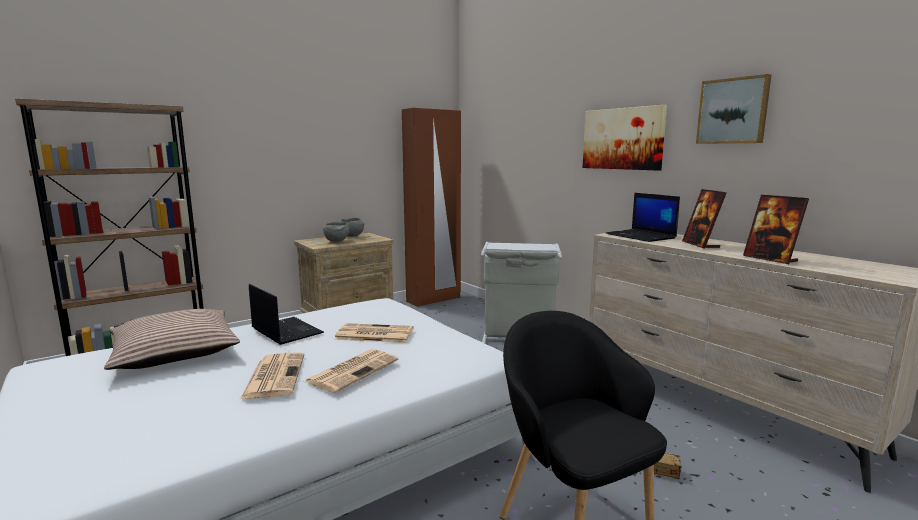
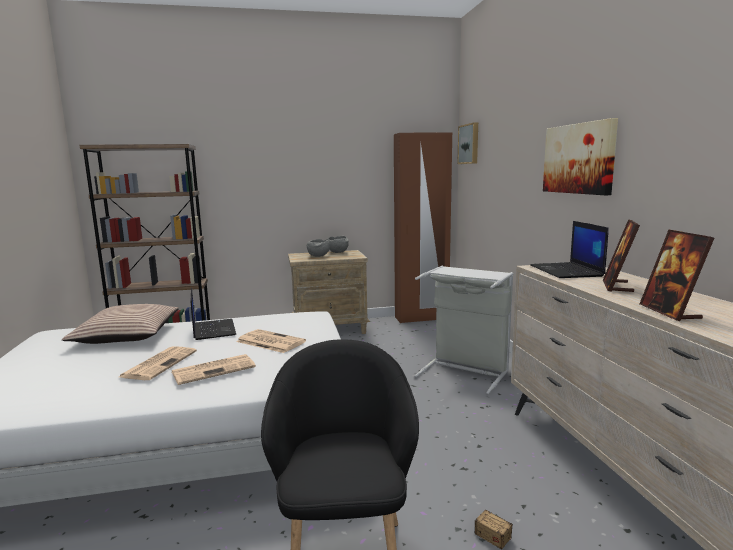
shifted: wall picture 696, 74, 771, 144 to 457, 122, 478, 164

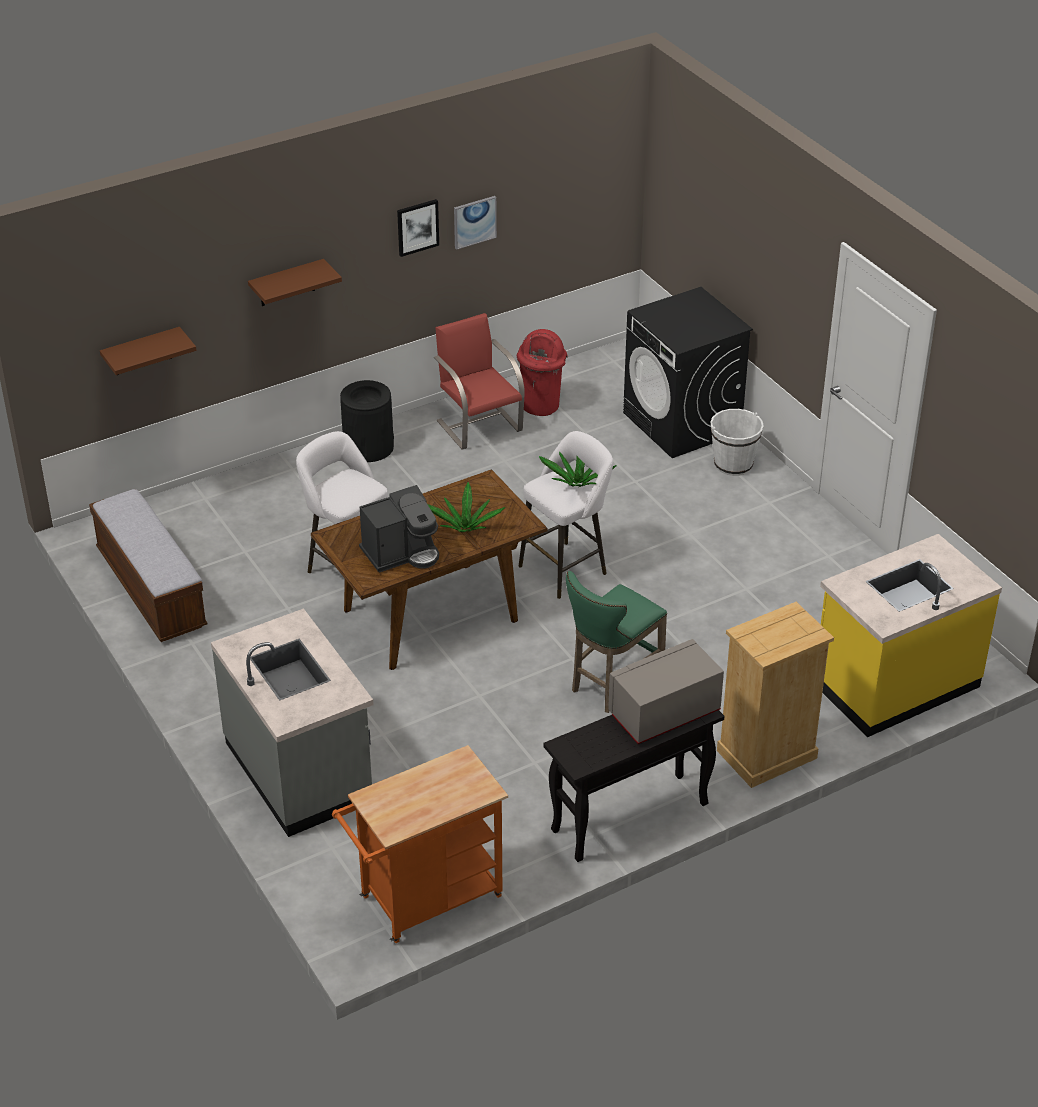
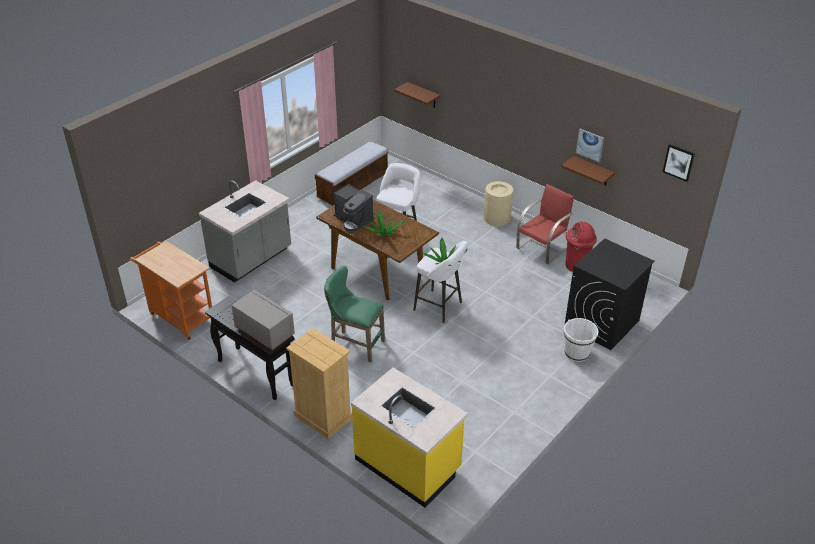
shifted: shelf (brownish) 248, 259, 342, 306 to 561, 156, 615, 186; wall picture 397, 199, 439, 257 to 663, 144, 695, 182
repainted: waste bin (black-coloured) 340, 380, 394, 462 to waste bin (sand-coloured) 483, 181, 513, 226

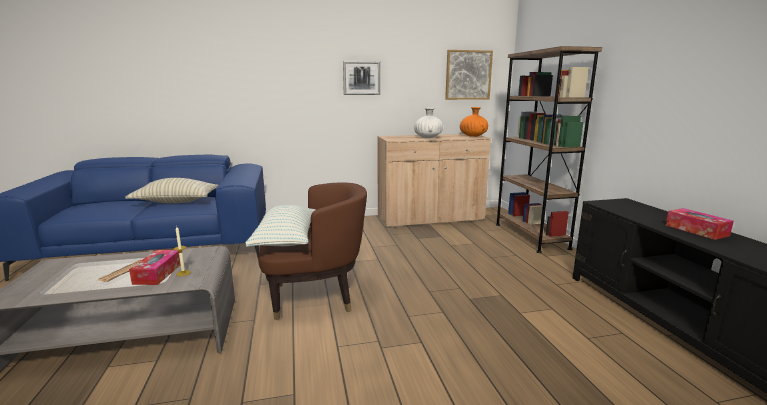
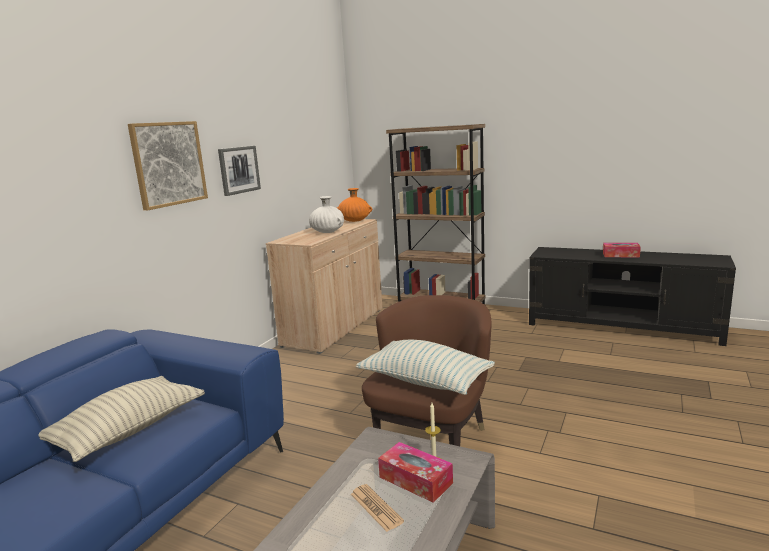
shifted: wall picture 445, 50, 493, 100 to 128, 121, 208, 211

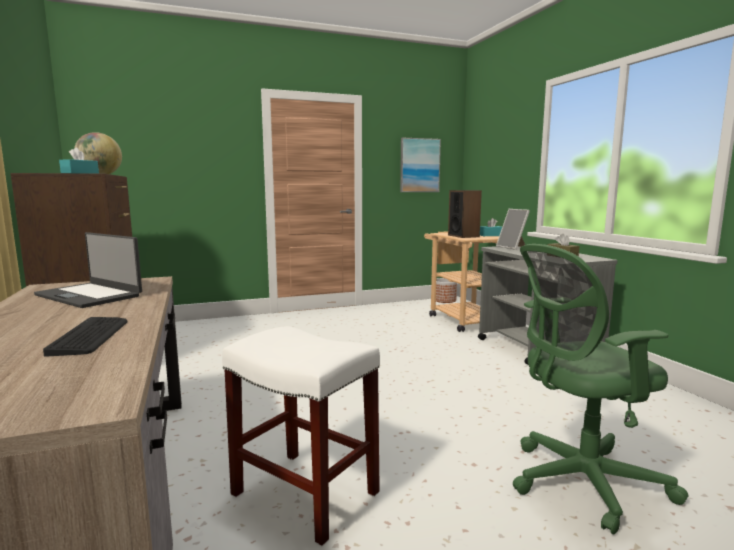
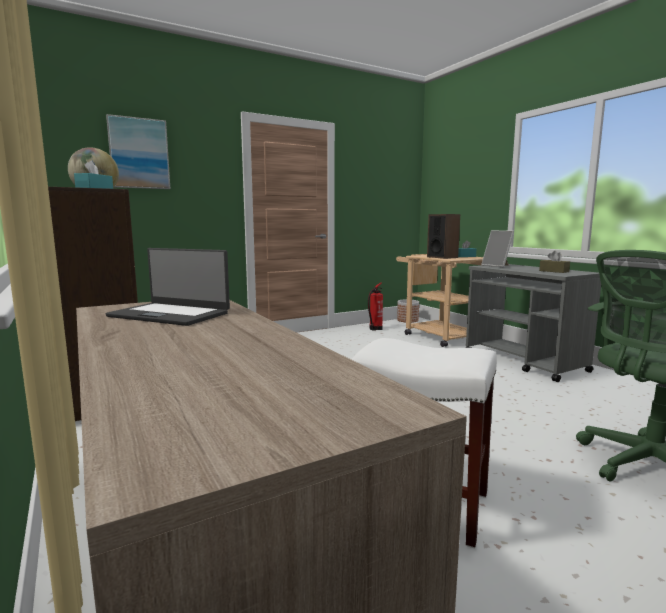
gone: keyboard 43, 317, 127, 357
new: fire extinguisher 368, 283, 383, 331
shifted: wall picture 400, 138, 441, 192 to 106, 114, 171, 189

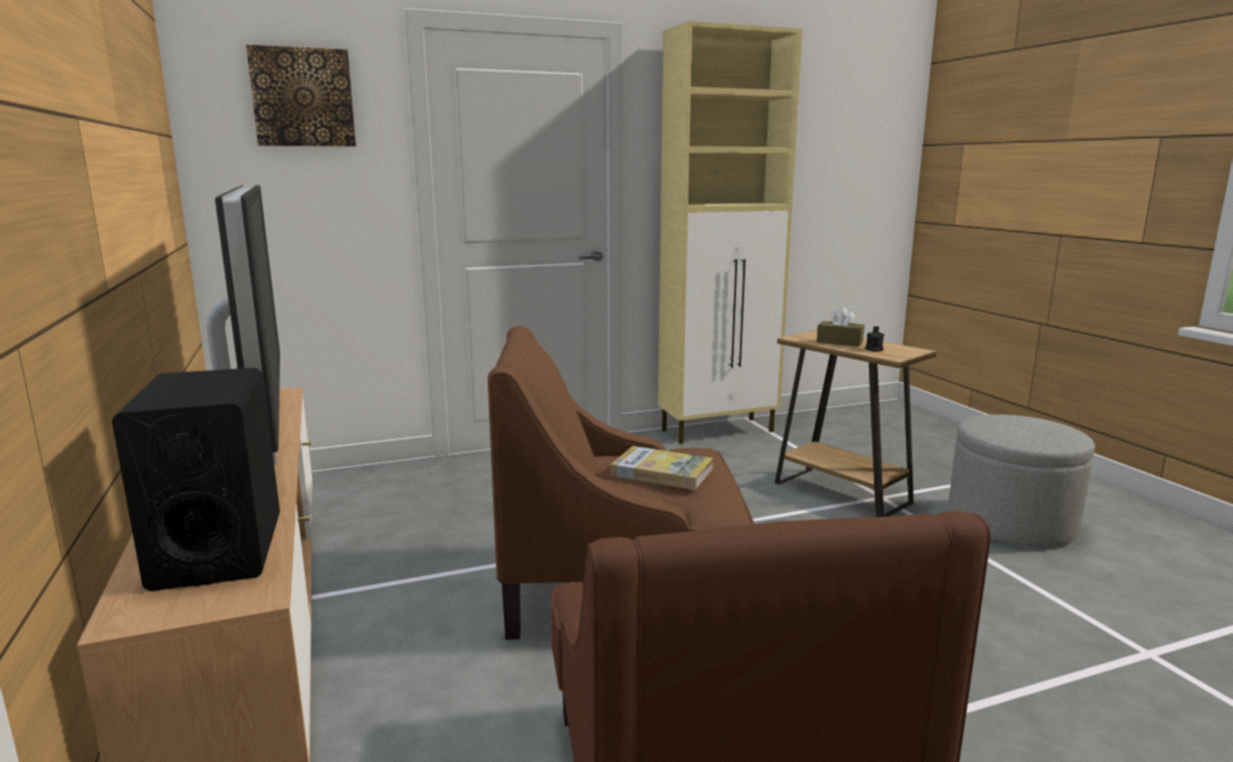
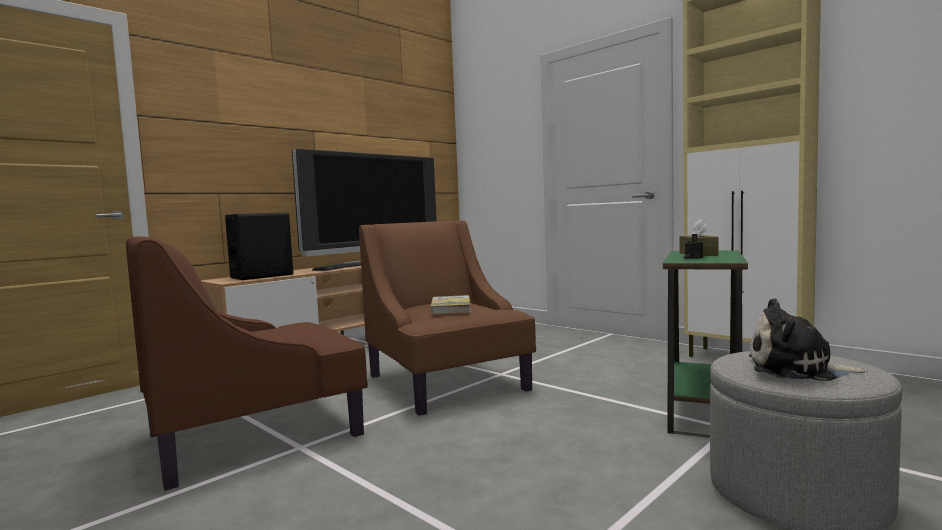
gone: wall picture 246, 45, 356, 146
new: cuddly toy 749, 298, 868, 381
repainted: side table (brownish) 775, 330, 937, 517 to side table (green-coloured) 663, 250, 748, 438

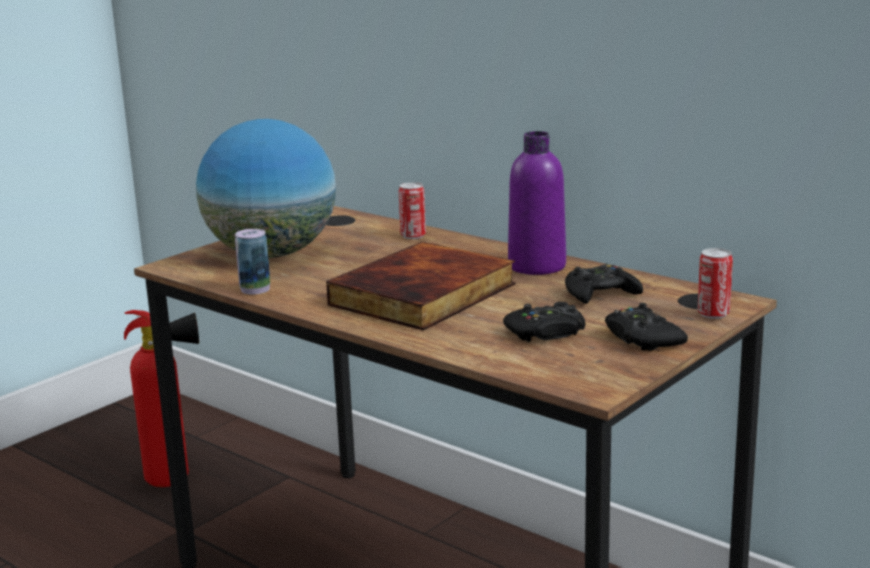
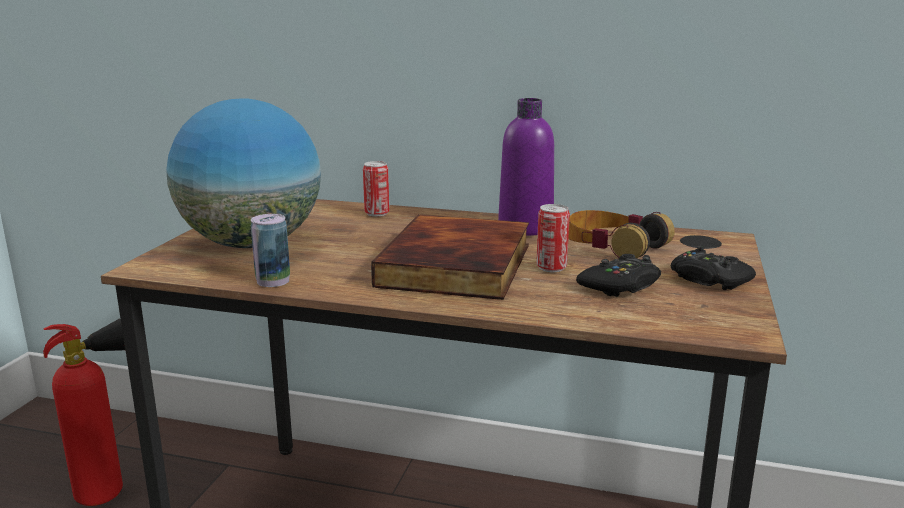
shifted: metal can 698, 248, 733, 319 to 536, 204, 570, 272
swapped: game controller (black-coloured) 565, 264, 643, 304 to headphones 568, 210, 675, 258

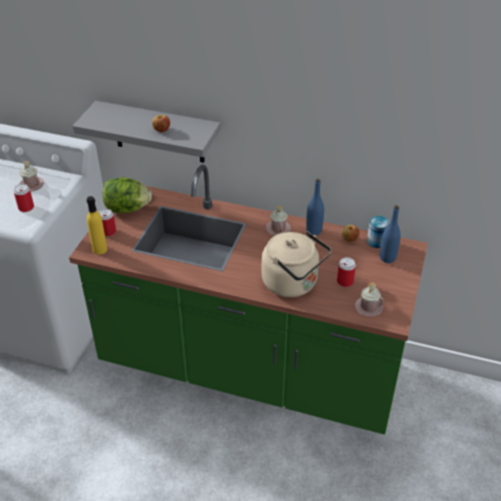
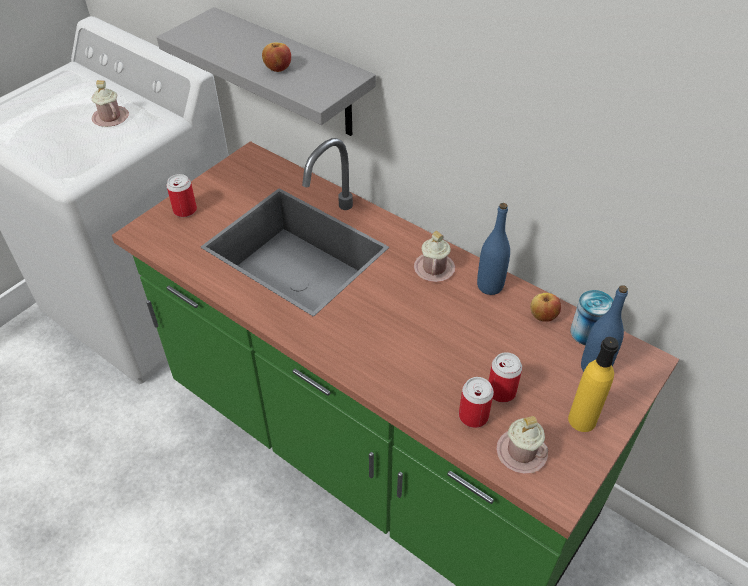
gone: lettuce head 103, 177, 152, 213; tea kettle (sand-coloured) 261, 231, 332, 297
shifted: metal can 14, 184, 34, 212 to 459, 377, 494, 428; beverage bottle (yellow-coloured) 87, 196, 107, 255 to 568, 337, 619, 432

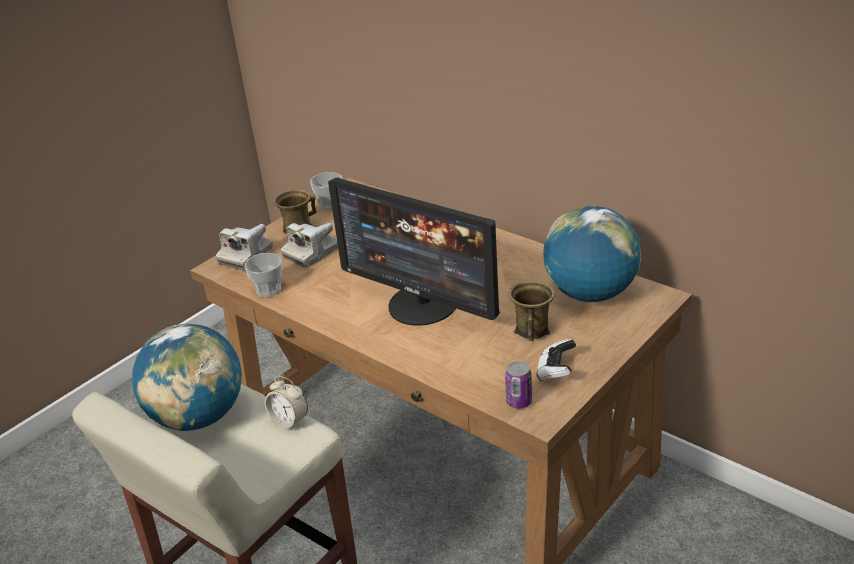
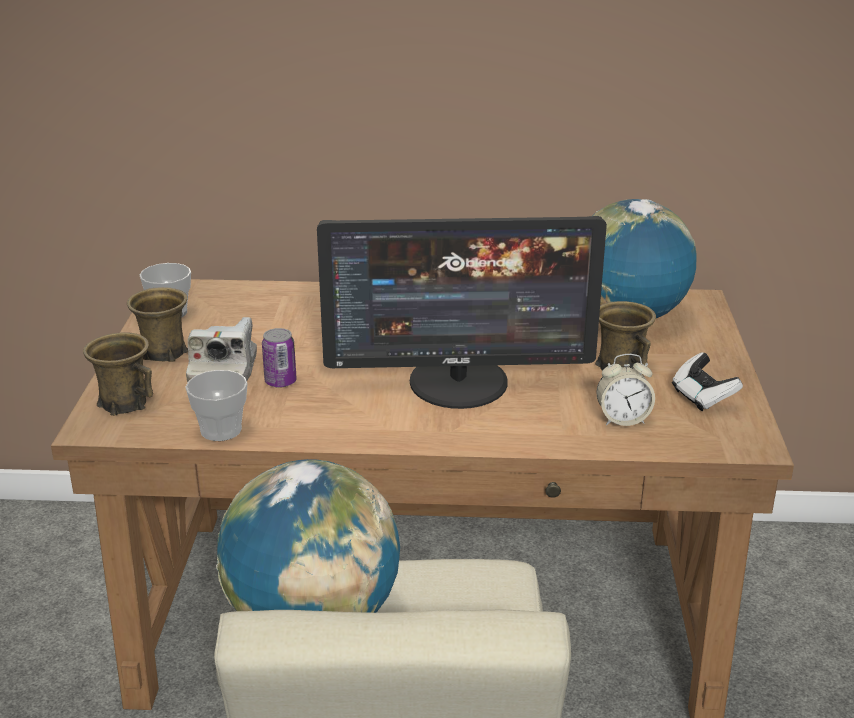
shifted: metal can 505, 361, 532, 409 to 262, 328, 297, 388; table clock 265, 376, 308, 430 to 597, 354, 655, 426
swapped: still camera 216, 224, 273, 270 to coffee mug (brownish) 83, 332, 153, 416

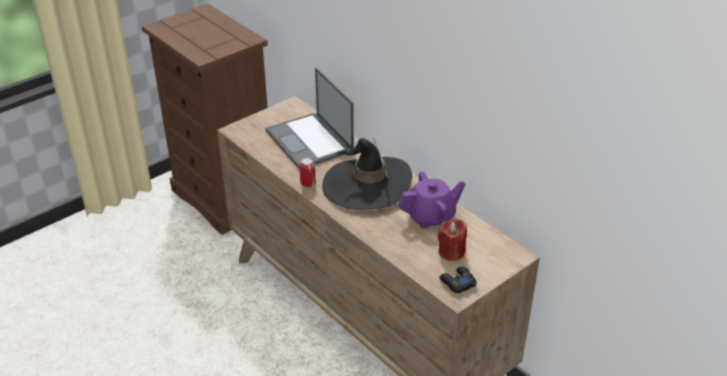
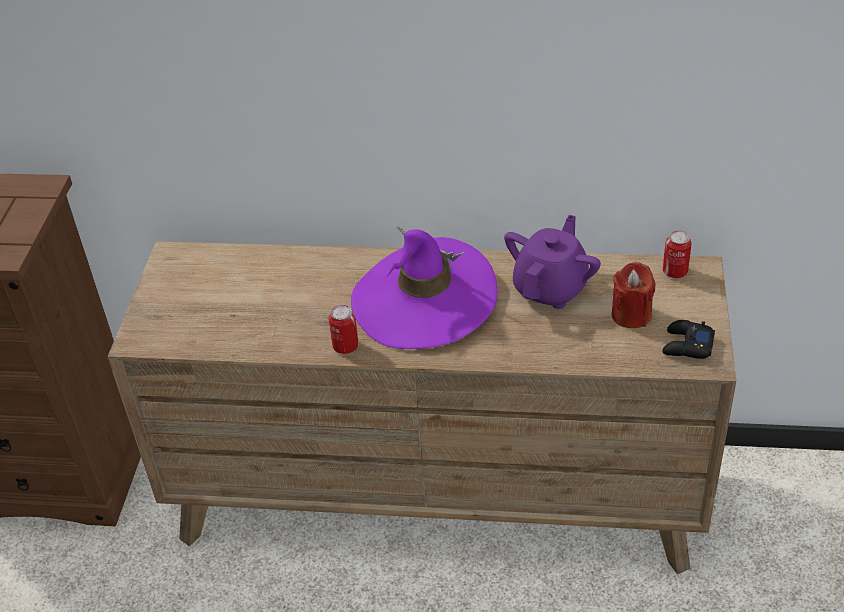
gone: laptop 266, 67, 354, 170
new: metal can 663, 230, 692, 278
repainted: wearable hat (black-coloured) 322, 138, 412, 210 to wearable hat (purple) 351, 226, 497, 349

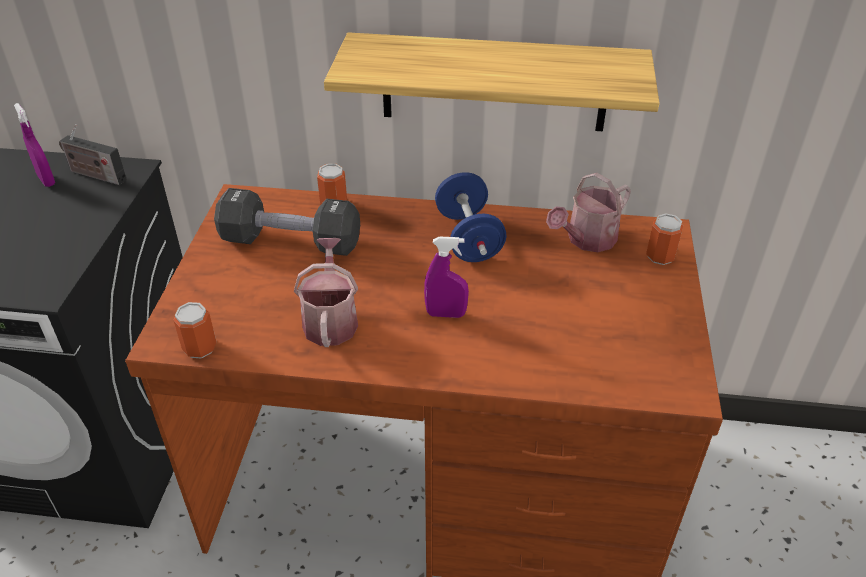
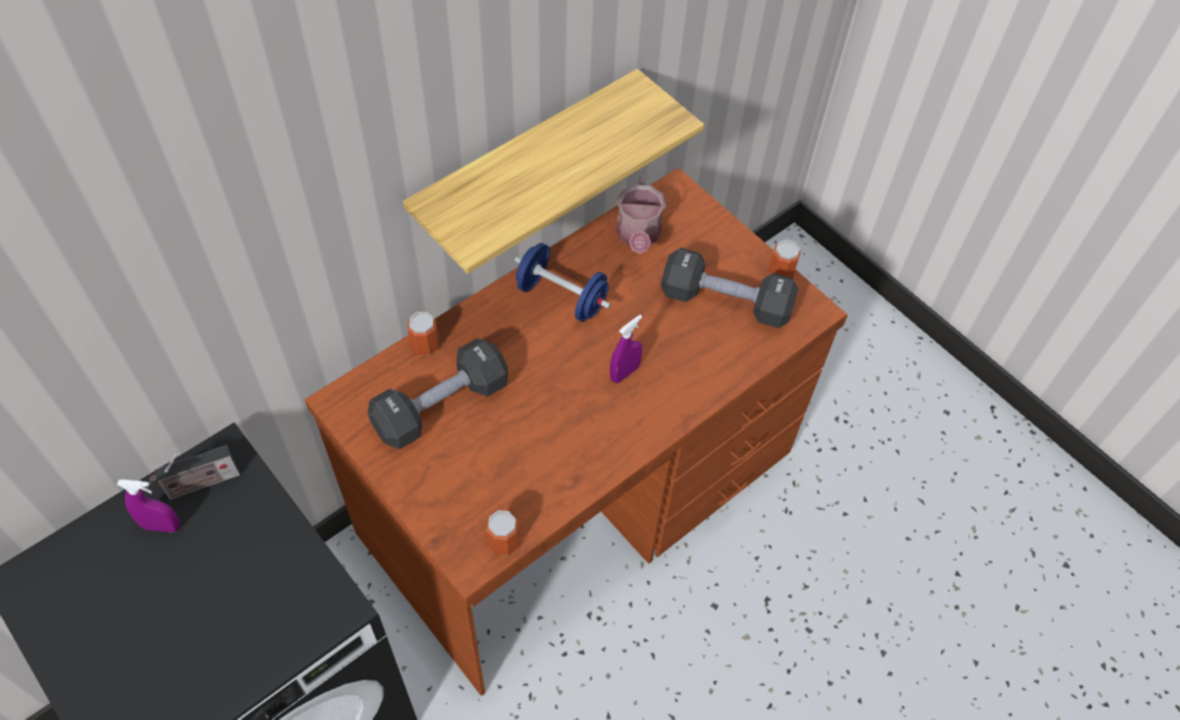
gone: sprinkling can 294, 238, 358, 347
new: free weight (black-coloured) 661, 248, 798, 328
shifted: metal can 646, 213, 683, 265 to 768, 240, 801, 278

